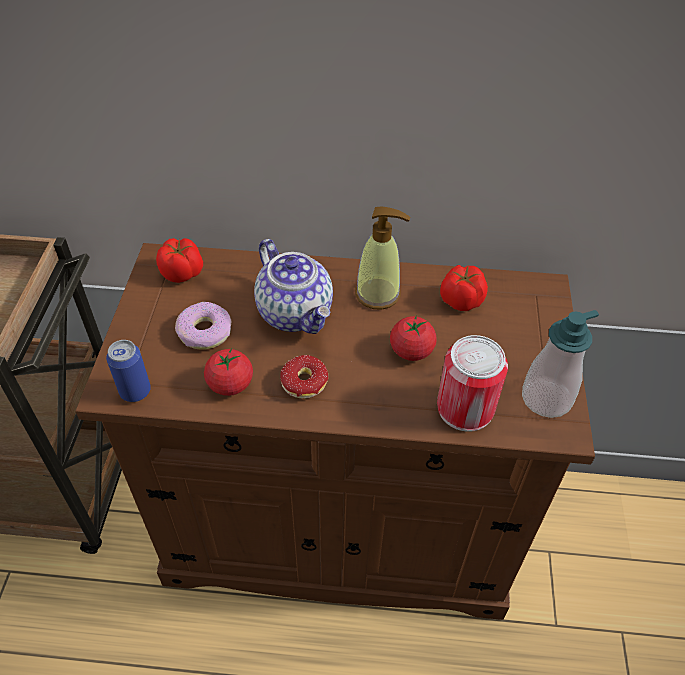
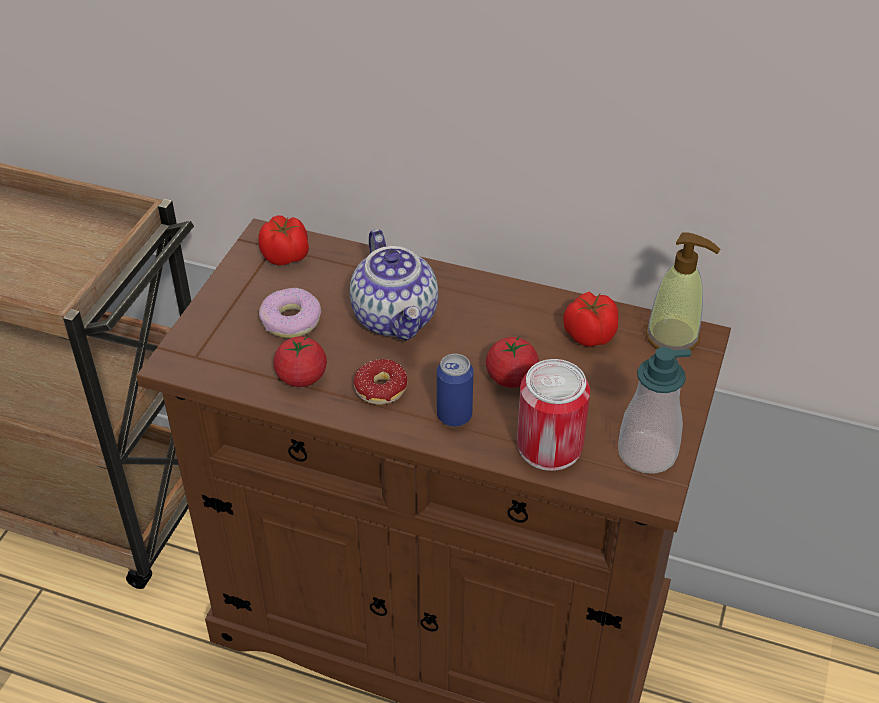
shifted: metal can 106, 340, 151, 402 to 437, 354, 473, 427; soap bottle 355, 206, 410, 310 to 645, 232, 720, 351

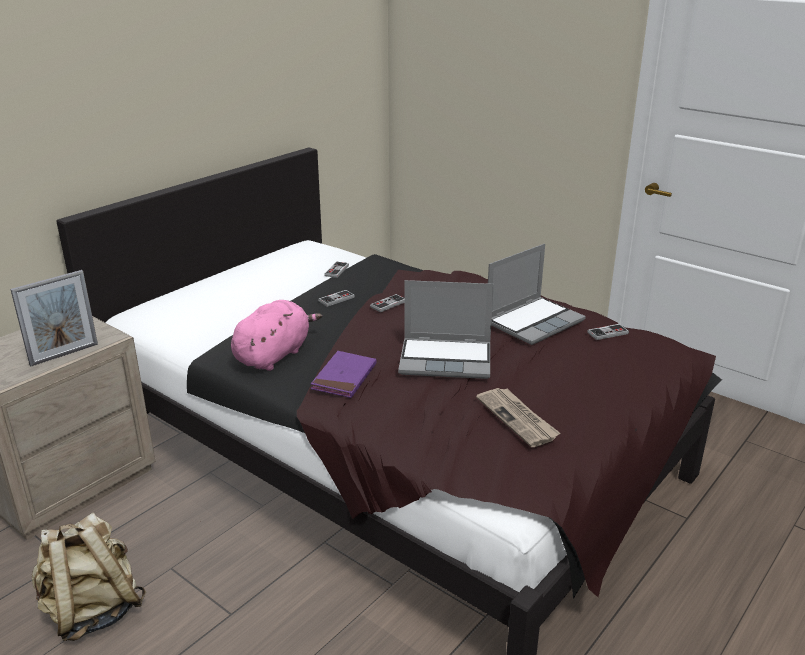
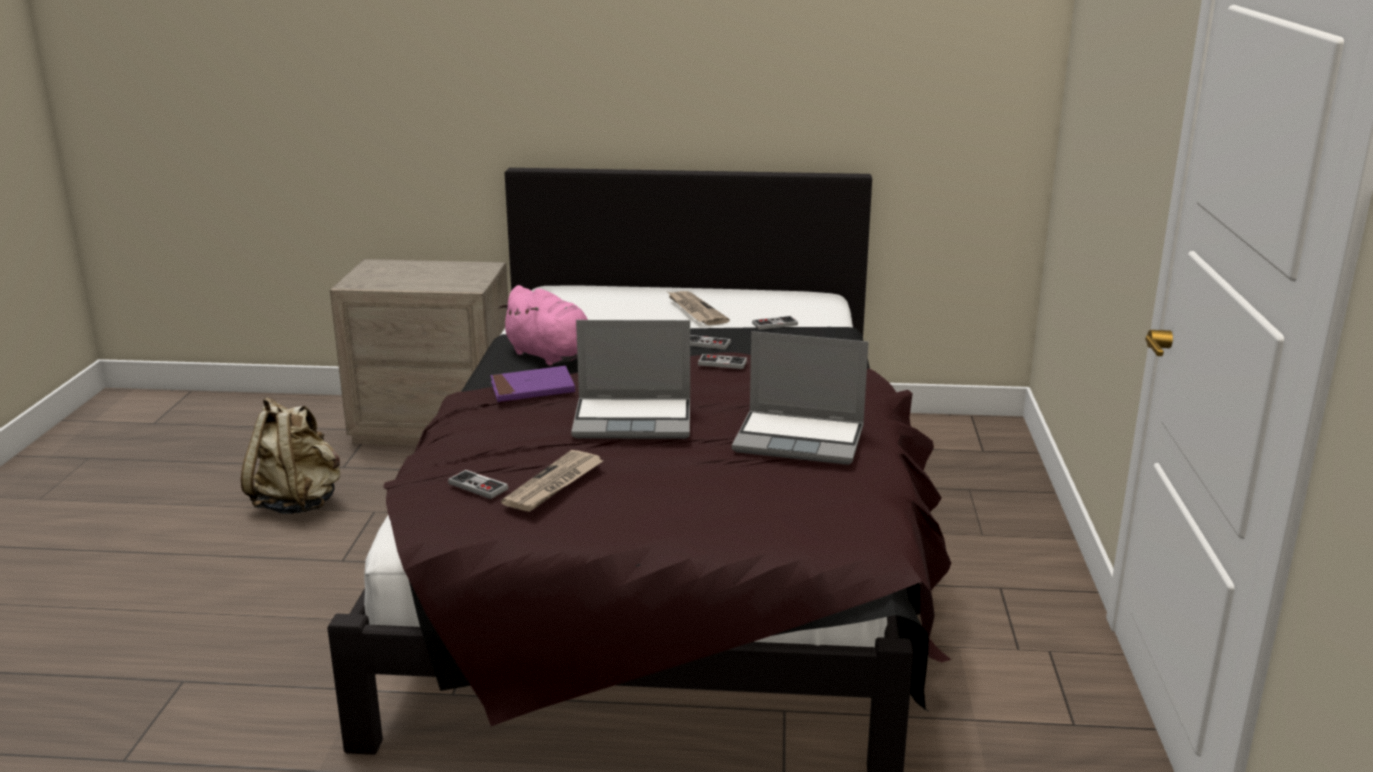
gone: standing frame 10, 270, 98, 366
new: daily paper 668, 291, 730, 325
shifted: game controller 587, 324, 629, 340 to 448, 470, 508, 499
rotated: cuddly toy (pink) 231, 300, 322, 371 = 498, 285, 588, 366 45 degrees clockwise; laptop 398, 280, 494, 379 = 571, 320, 690, 439 60 degrees counterclockwise

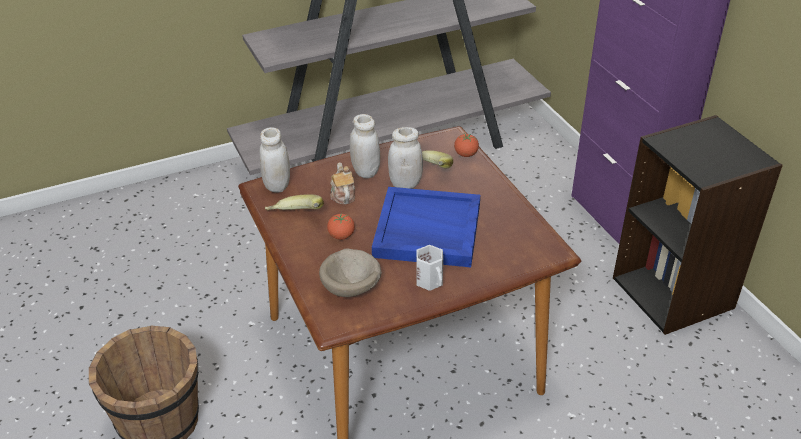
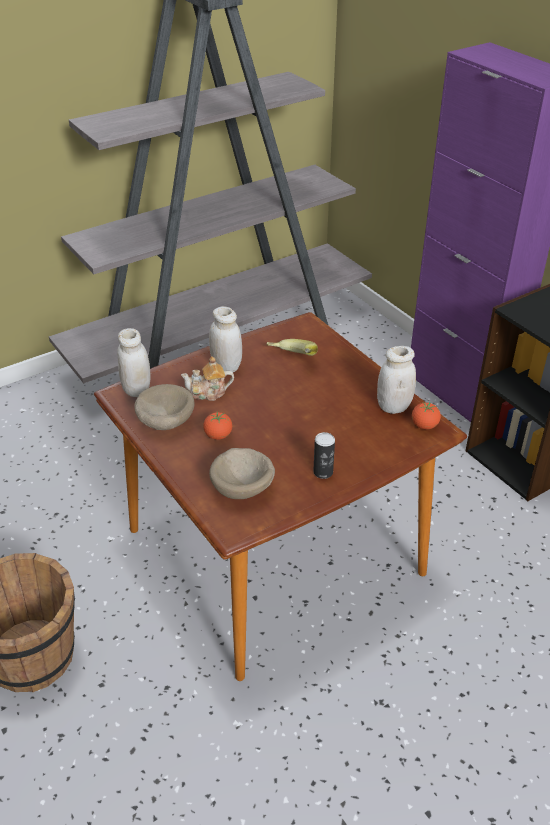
gone: carrying tray (bluish) 372, 187, 480, 267
shifted: storage jar (white) 388, 127, 423, 189 to 377, 346, 416, 414; whole tomato 454, 134, 479, 157 to 412, 402, 441, 430
swapped: whole banana 265, 194, 324, 210 to serving bowl (sand-coloured) 135, 384, 195, 430; coffee mug (white) 416, 245, 443, 291 to metal can 313, 432, 335, 479
rotated: teapot 330, 162, 355, 204 = 181, 356, 234, 401 75 degrees counterclockwise

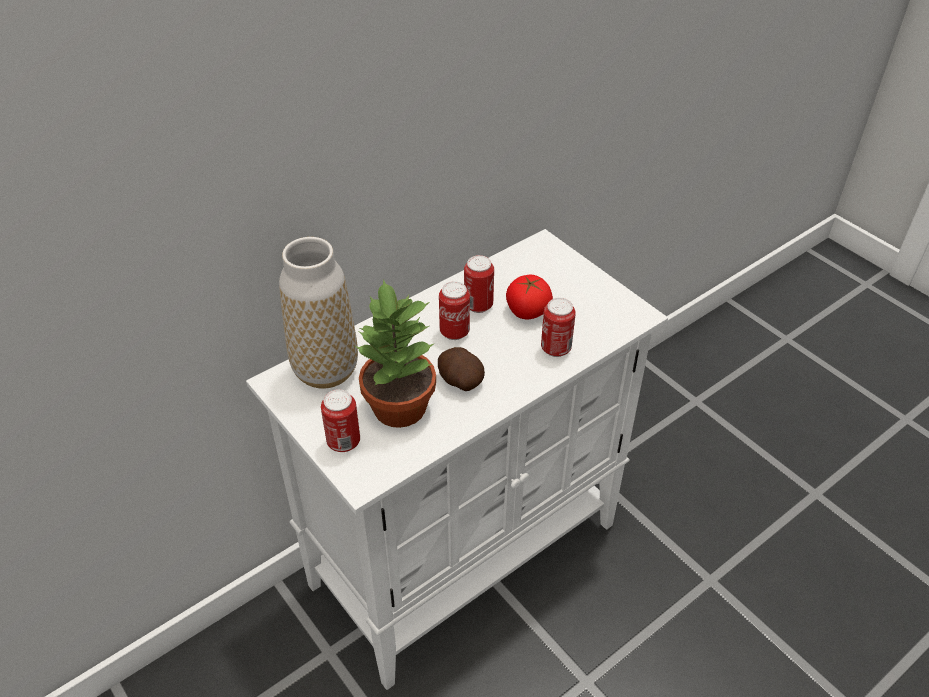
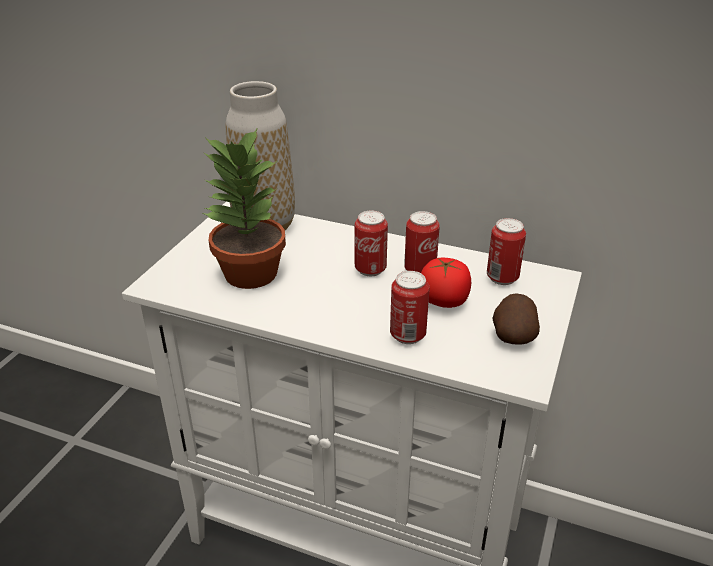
shifted: metal can 321, 389, 360, 452 to 487, 218, 526, 285; whole potato 438, 347, 485, 391 to 493, 293, 540, 345

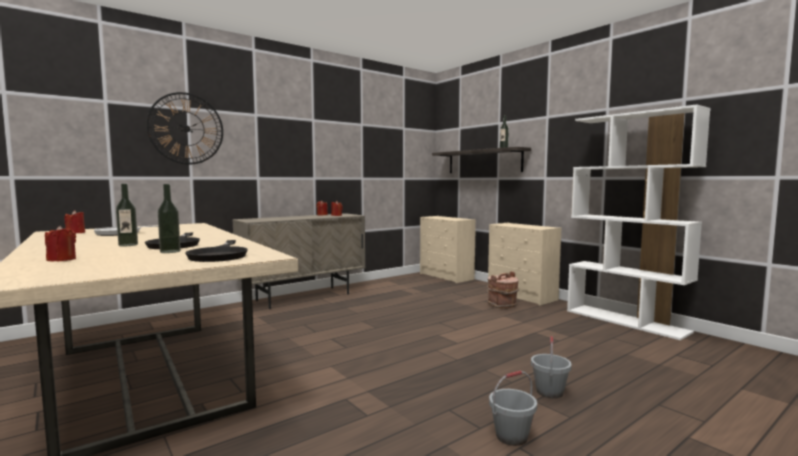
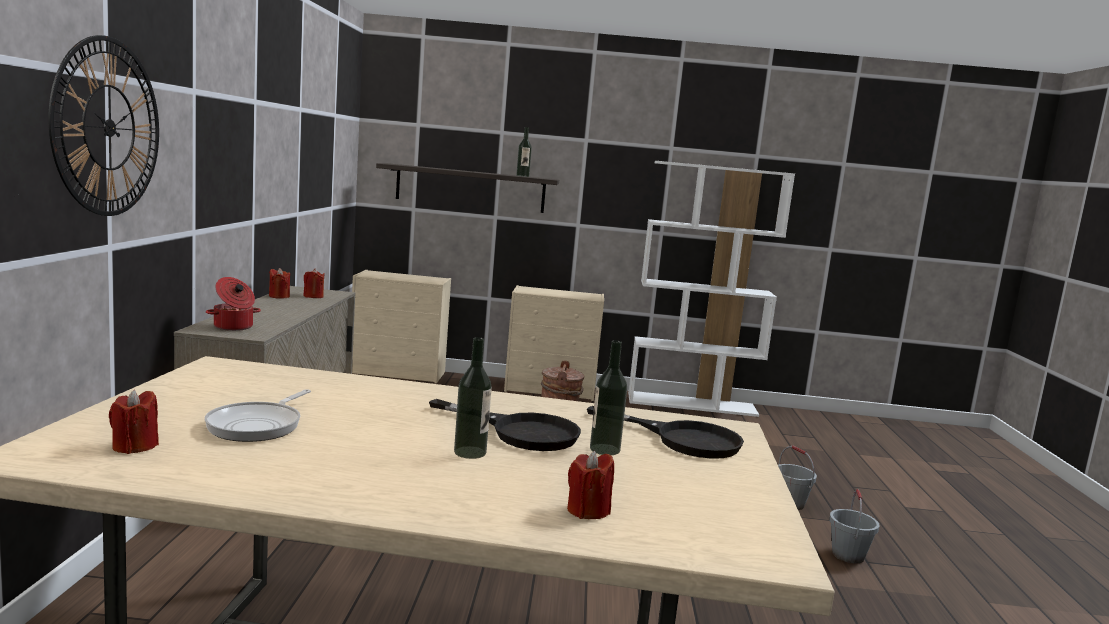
new: saucepot 206, 277, 261, 331

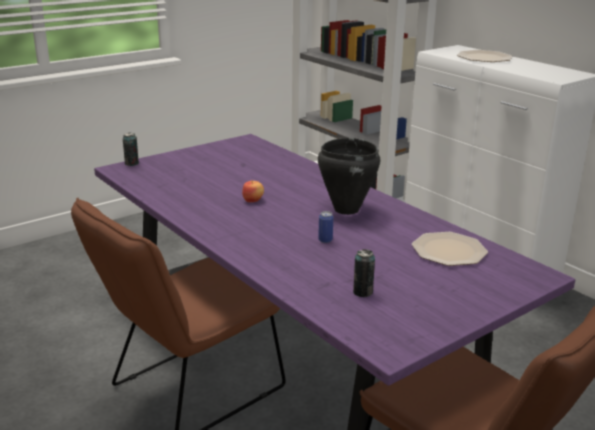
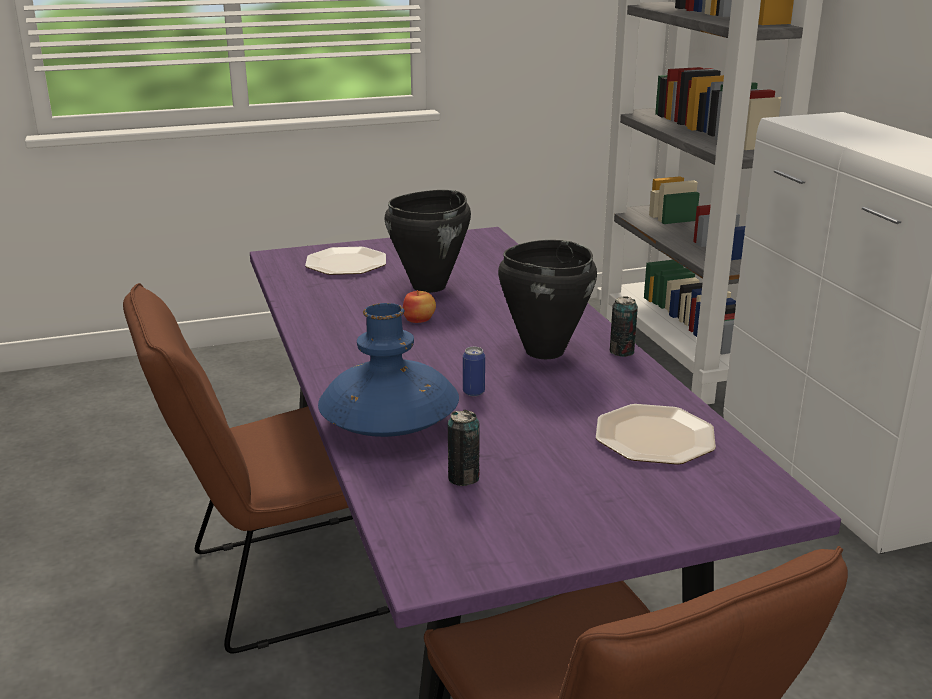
new: decorative vase (bluish) 318, 303, 459, 437; saucepot (black-coloured) 385, 190, 471, 293
shifted: plate 457, 50, 512, 62 to 305, 247, 386, 275; metal can 123, 133, 139, 166 to 610, 296, 638, 357

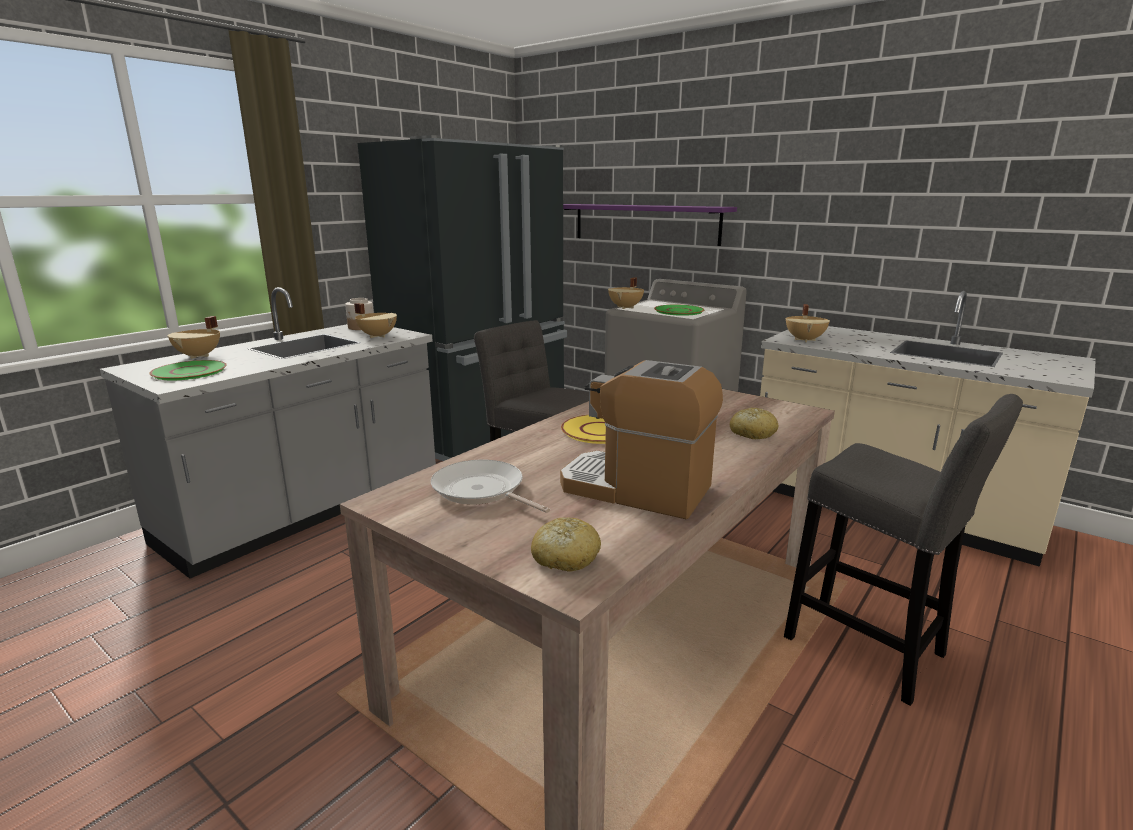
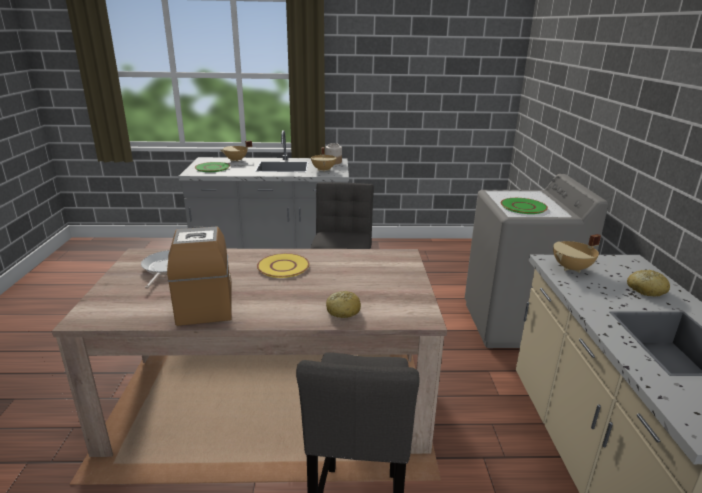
gone: fridge (black-coloured) 358, 135, 567, 461; shelf (purple) 563, 204, 737, 246; saucepot (sand-coloured) 608, 277, 644, 309
shifted: bakery bread 531, 517, 601, 572 to 627, 270, 670, 297

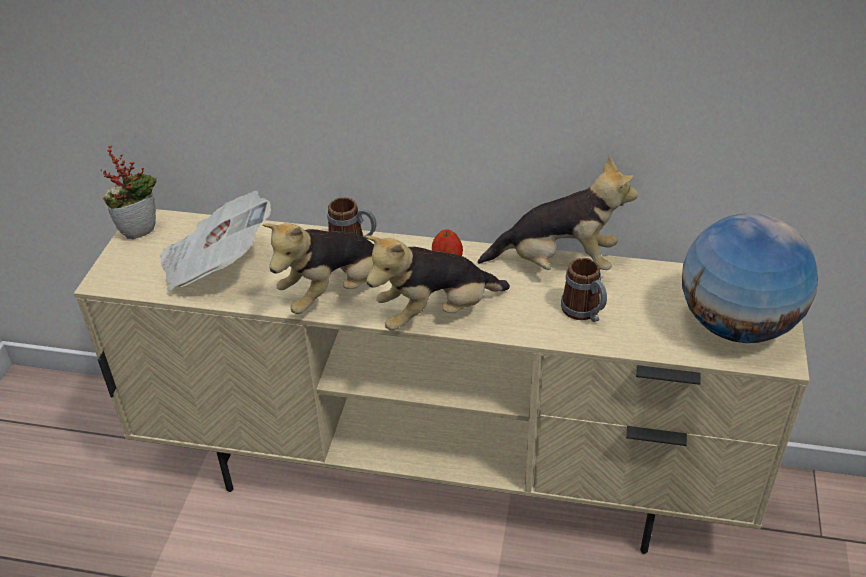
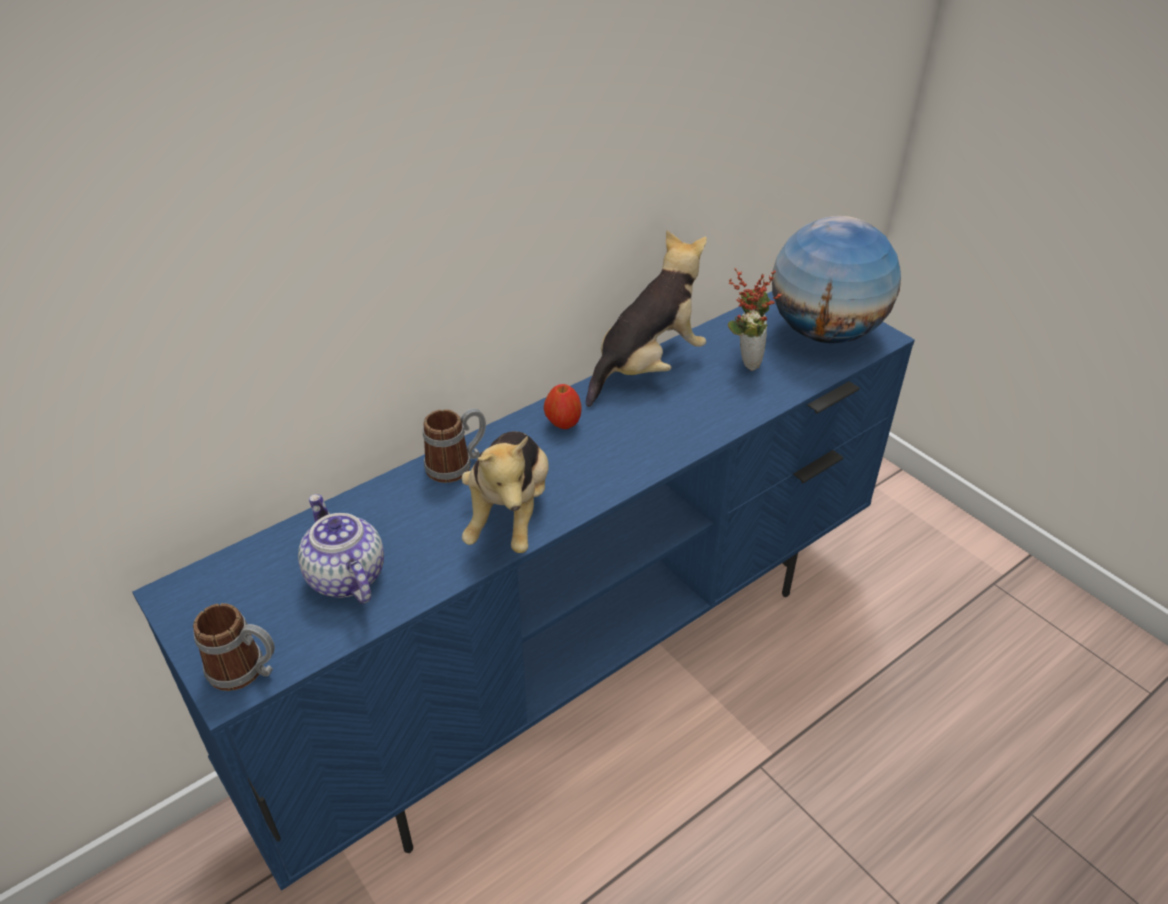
gone: cuddly toy 365, 236, 510, 331
shifted: coffee mug 561, 258, 607, 322 to 193, 603, 275, 691; houseplant 101, 145, 157, 239 to 728, 268, 782, 371
swapped: daily paper 160, 191, 271, 291 to teapot 298, 494, 384, 604
repainted: media console (sand-coloured) 74, 209, 809, 554 to media console (bluish) 132, 291, 915, 890

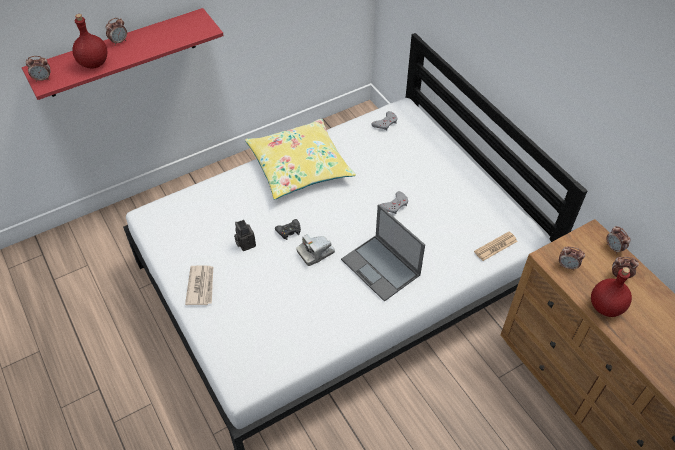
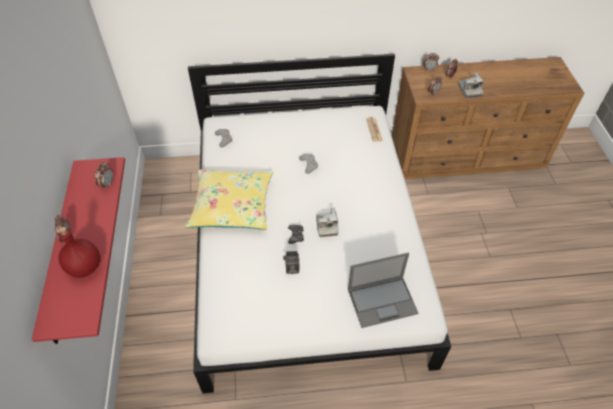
gone: daily paper 185, 266, 213, 305
shifted: table clock 26, 56, 50, 82 to 94, 161, 113, 190; laptop 341, 204, 425, 302 to 348, 252, 419, 328
swapped: beverage bottle (red-coloured) 591, 267, 632, 317 to still camera 458, 73, 483, 99

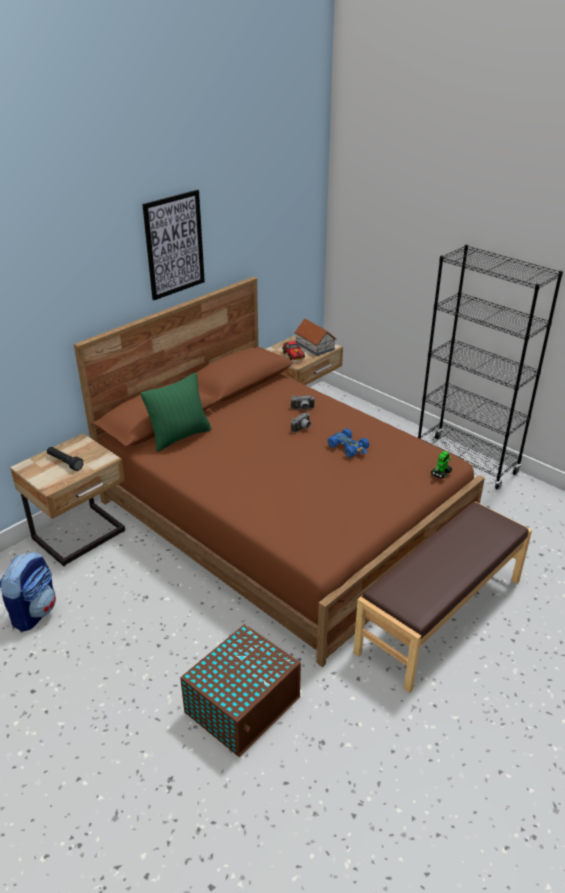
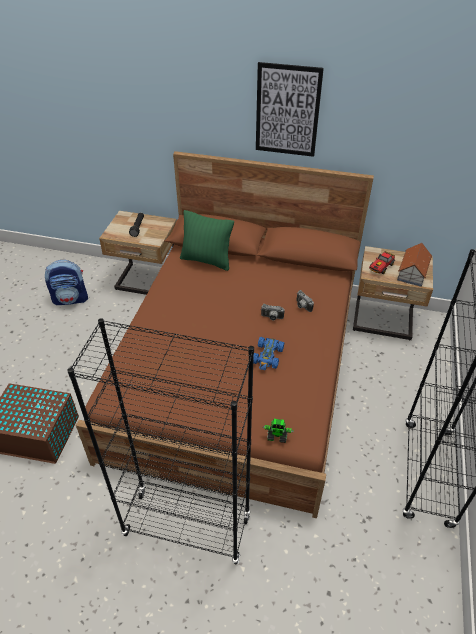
swapped: indoor bench (brownish) 353, 501, 532, 693 to bookshelf (black-coloured) 67, 318, 254, 564

